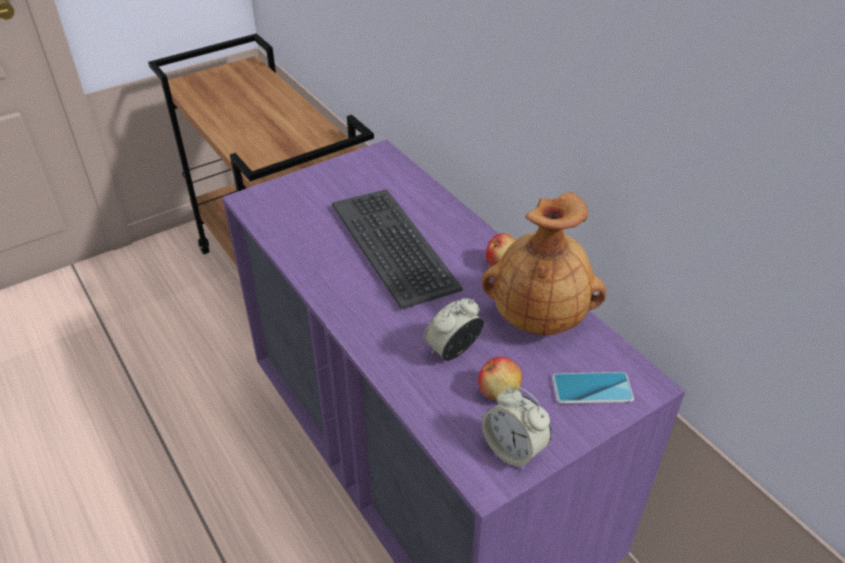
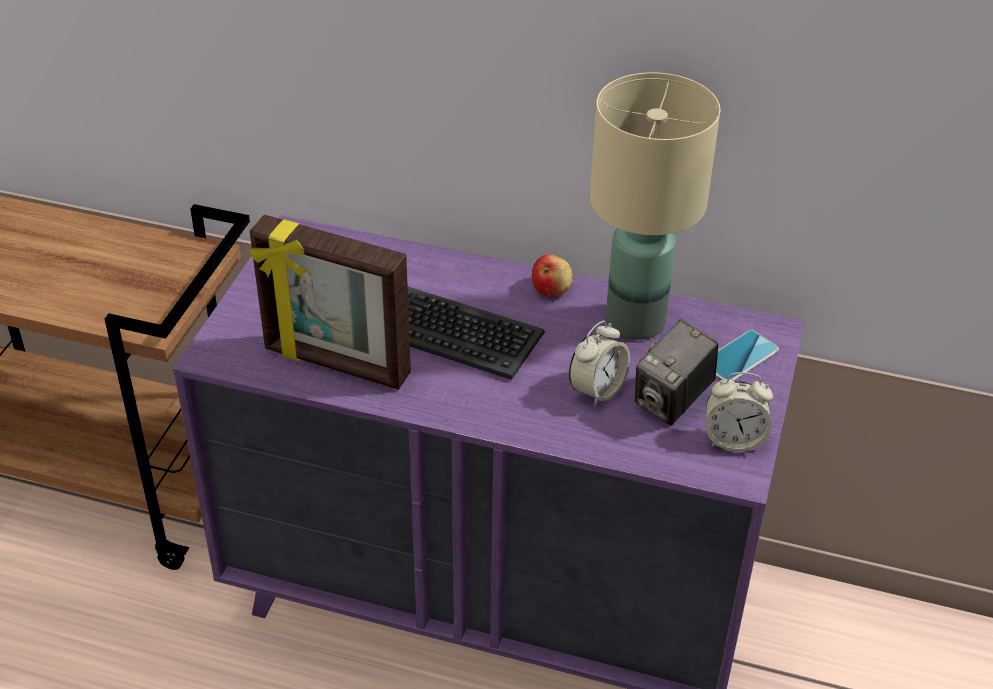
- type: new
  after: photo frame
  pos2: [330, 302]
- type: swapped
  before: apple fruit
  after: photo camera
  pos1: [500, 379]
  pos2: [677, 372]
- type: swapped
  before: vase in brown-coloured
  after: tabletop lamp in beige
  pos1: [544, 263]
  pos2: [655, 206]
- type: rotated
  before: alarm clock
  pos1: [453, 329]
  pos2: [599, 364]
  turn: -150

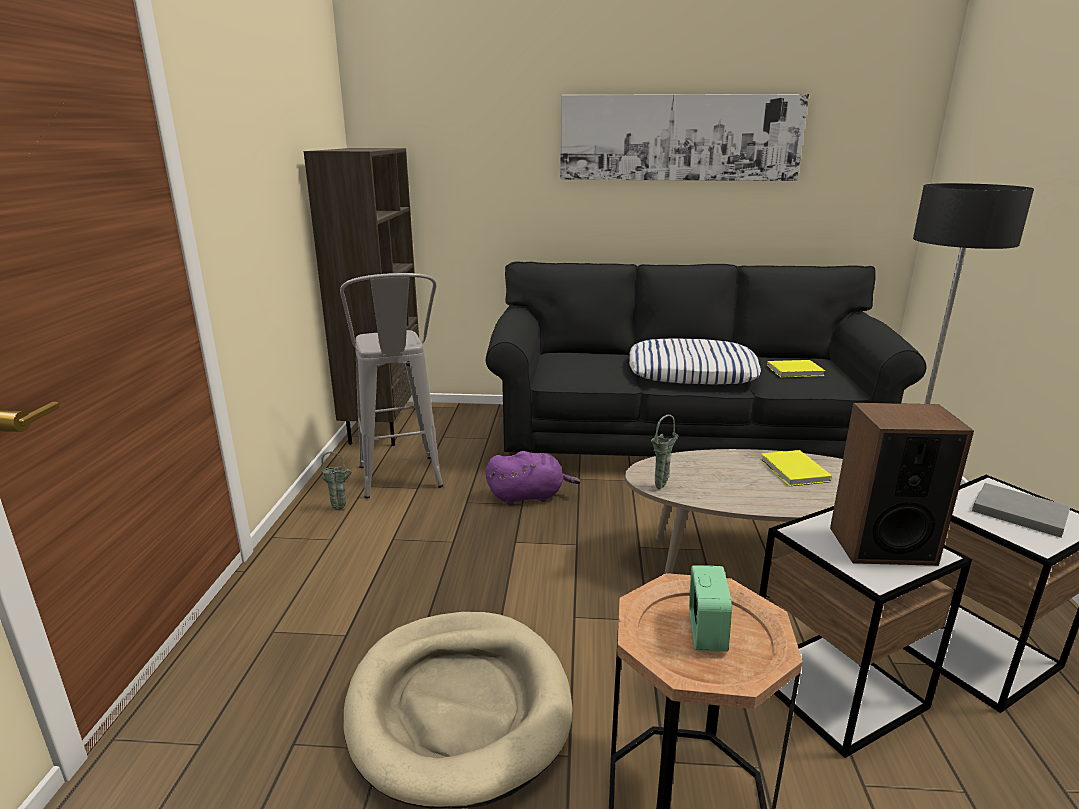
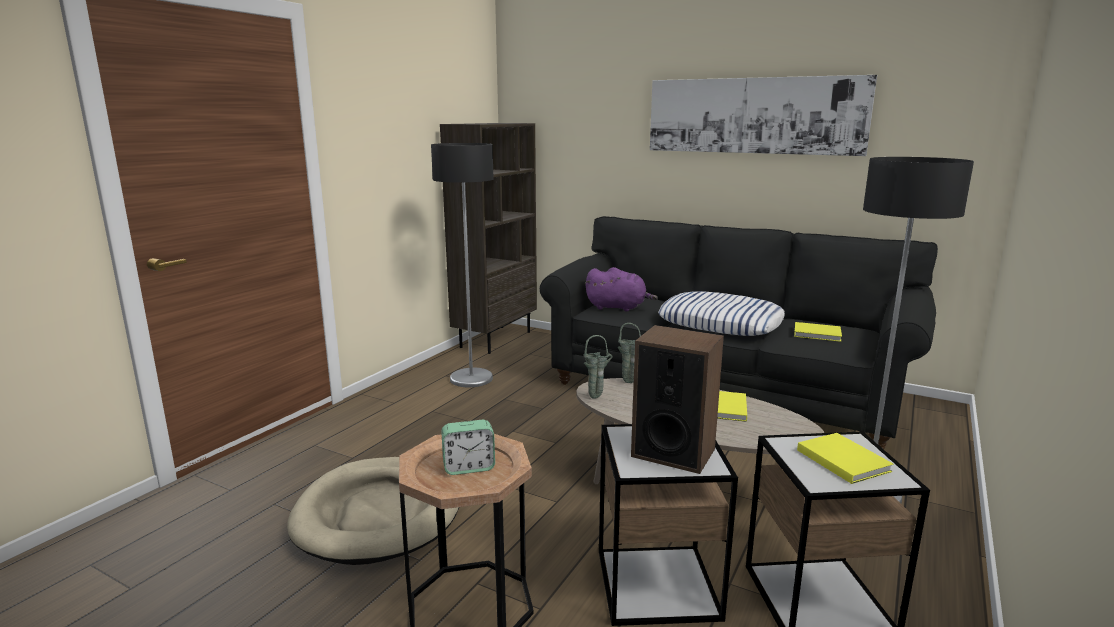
- type: shifted
  before: vase in green-coloured
  pos1: [336, 481]
  pos2: [629, 353]
- type: shifted
  before: cuddly toy in purple
  pos1: [533, 478]
  pos2: [621, 289]
- type: swapped
  before: stool seat in greyish
  after: standing lamp
  pos1: [391, 386]
  pos2: [462, 265]
- type: repainted
  before: bound book in greyish
  after: bound book in yellowish
  pos1: [1021, 510]
  pos2: [845, 458]
- type: rotated
  before: alarm clock
  pos1: [710, 608]
  pos2: [468, 447]
  turn: 45

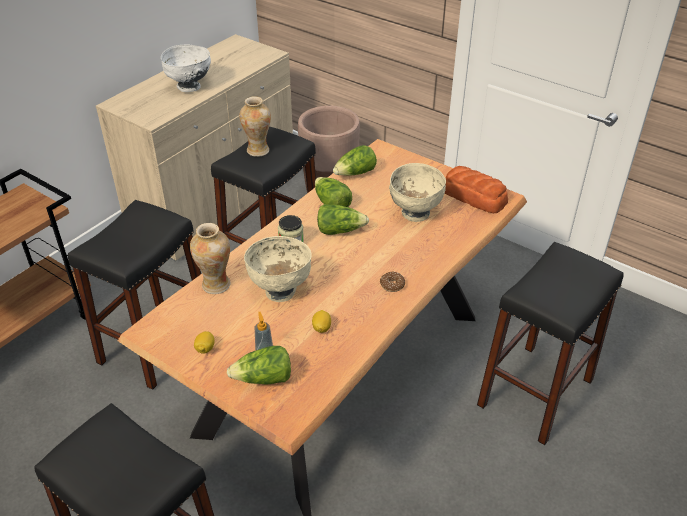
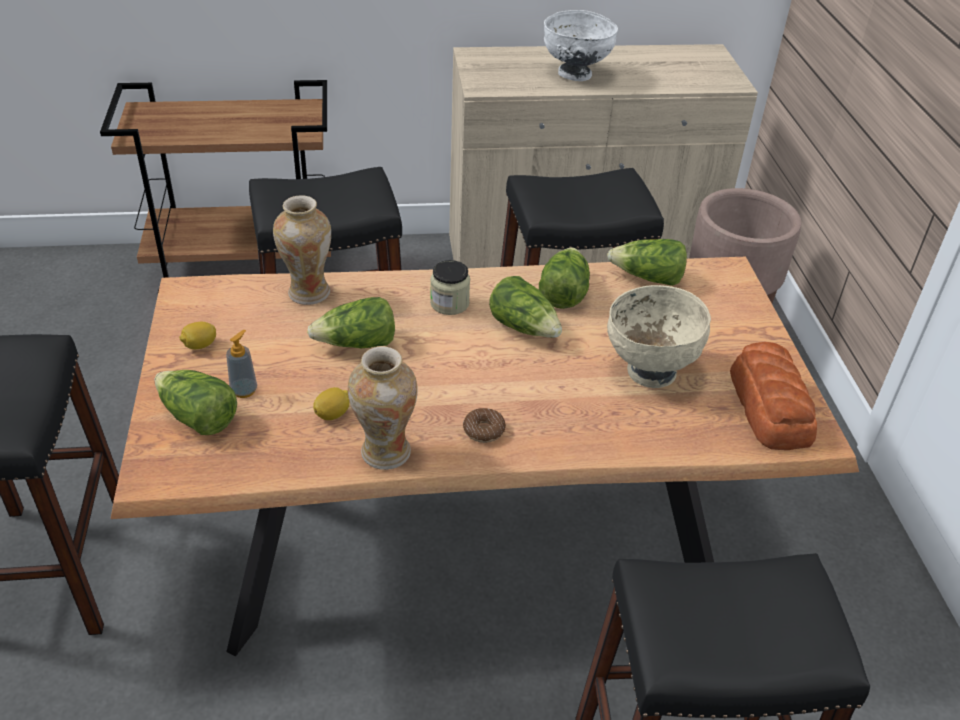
- type: shifted
  before: vase
  pos1: [255, 126]
  pos2: [383, 408]
- type: swapped
  before: serving bowl in beige
  after: lettuce head
  pos1: [278, 269]
  pos2: [351, 322]

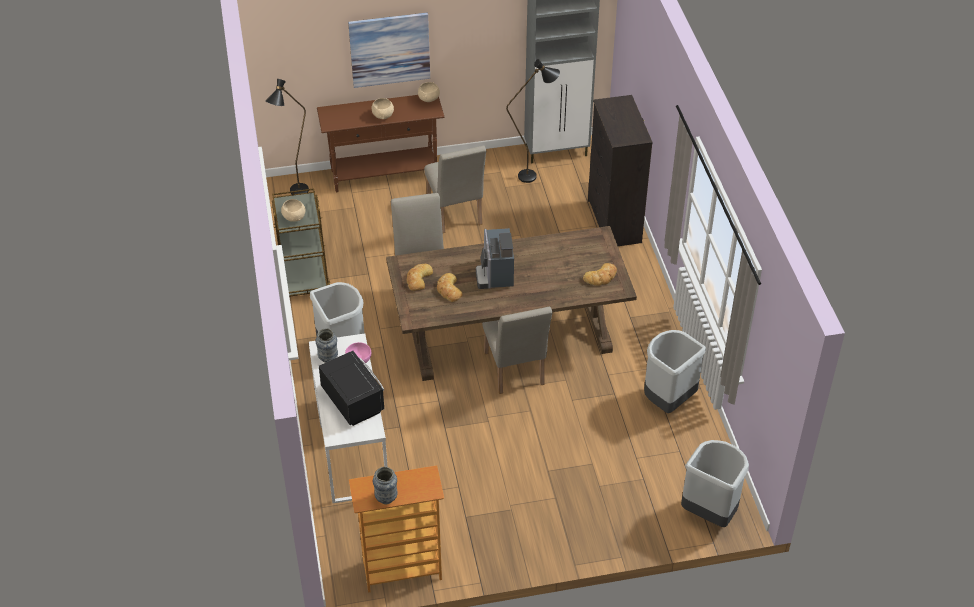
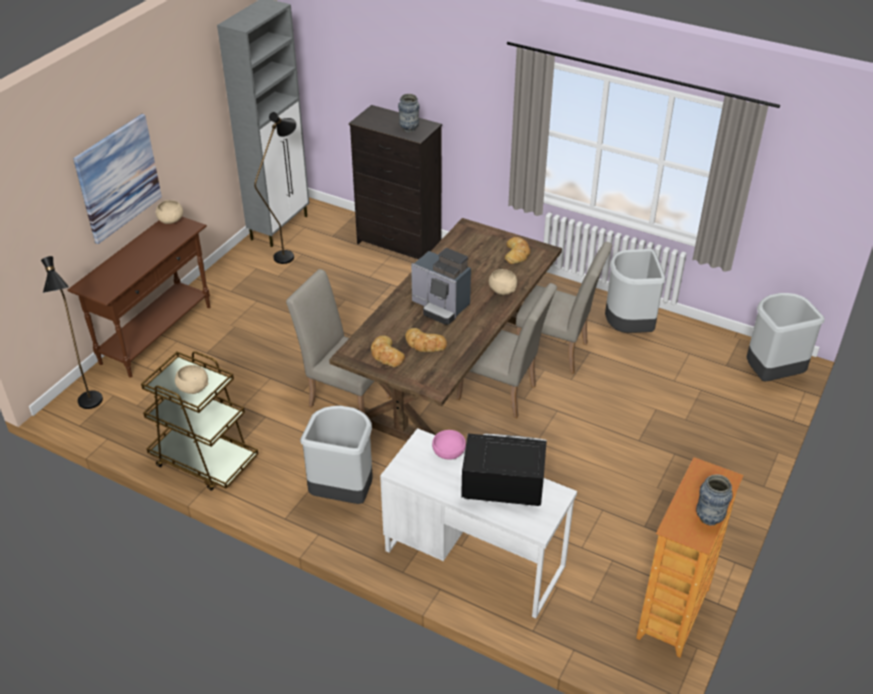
- type: shifted
  before: vase
  pos1: [326, 345]
  pos2: [409, 113]
- type: shifted
  before: serving bowl in beige
  pos1: [383, 108]
  pos2: [503, 282]
- type: shifted
  before: plain chair in beige
  pos1: [455, 189]
  pos2: [564, 308]

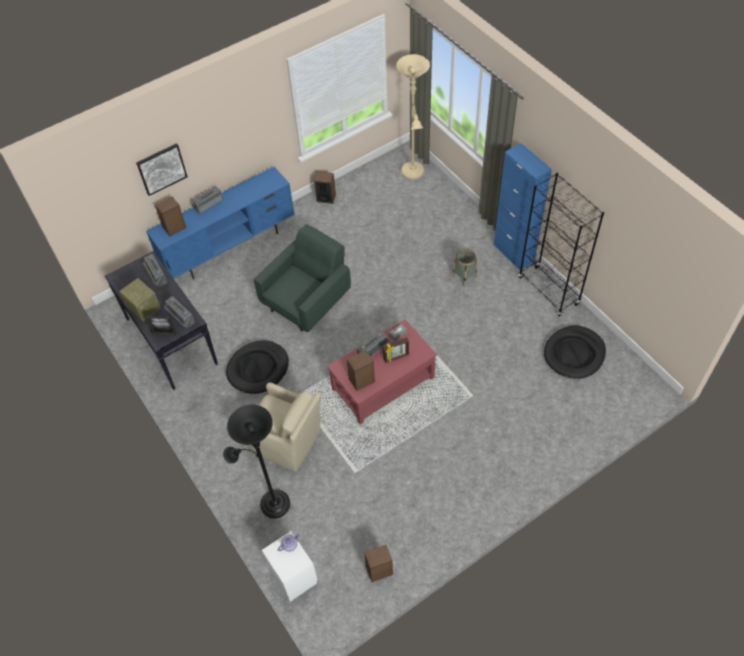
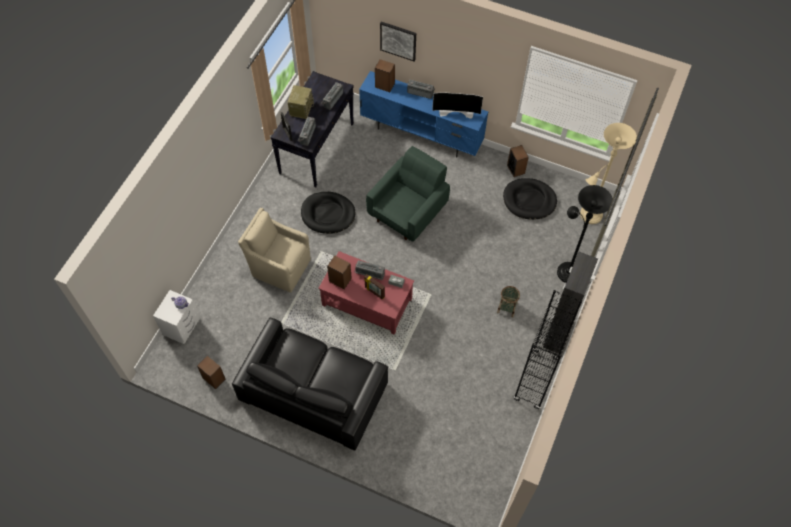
- type: new
  after: sofa in black-coloured
  pos2: [310, 384]
- type: new
  after: TV
  pos2: [457, 106]
- type: shifted
  before: standing lamp in black-coloured
  pos1: [256, 461]
  pos2: [585, 234]
- type: shifted
  before: dog cushion in black-coloured
  pos1: [575, 352]
  pos2: [530, 199]
- type: repainted
  before: storage cabinet in blue-coloured
  after: storage cabinet in black-coloured
  pos1: [523, 206]
  pos2: [570, 303]
- type: rotated
  before: armchair in beige
  pos1: [284, 427]
  pos2: [274, 250]
  turn: 120
- type: rotated
  before: armchair in green-coloured
  pos1: [302, 278]
  pos2: [408, 193]
  turn: -60

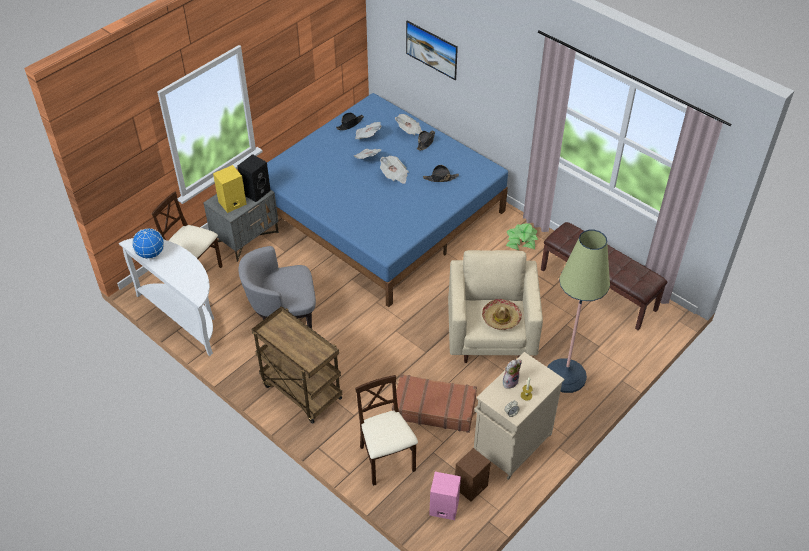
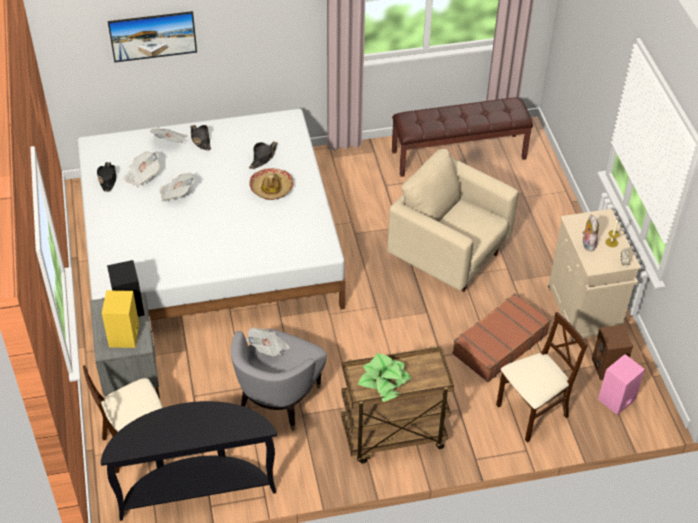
- type: gone
  before: desk globe
  pos1: [148, 243]
- type: gone
  before: standing lamp
  pos1: [578, 311]
- type: shifted
  before: newspaper
  pos1: [394, 170]
  pos2: [268, 342]
- type: shifted
  before: hat
  pos1: [502, 314]
  pos2: [271, 184]
- type: shifted
  before: houseplant
  pos1: [522, 236]
  pos2: [385, 377]
- type: repainted
  before: hall table in white-coloured
  after: hall table in black-coloured
  pos1: [166, 297]
  pos2: [189, 461]
- type: repainted
  before: bed in blue-coloured
  after: bed in white-coloured
  pos1: [387, 200]
  pos2: [211, 214]
- type: rotated
  before: plain chair in beige
  pos1: [386, 430]
  pos2: [542, 377]
  turn: 135

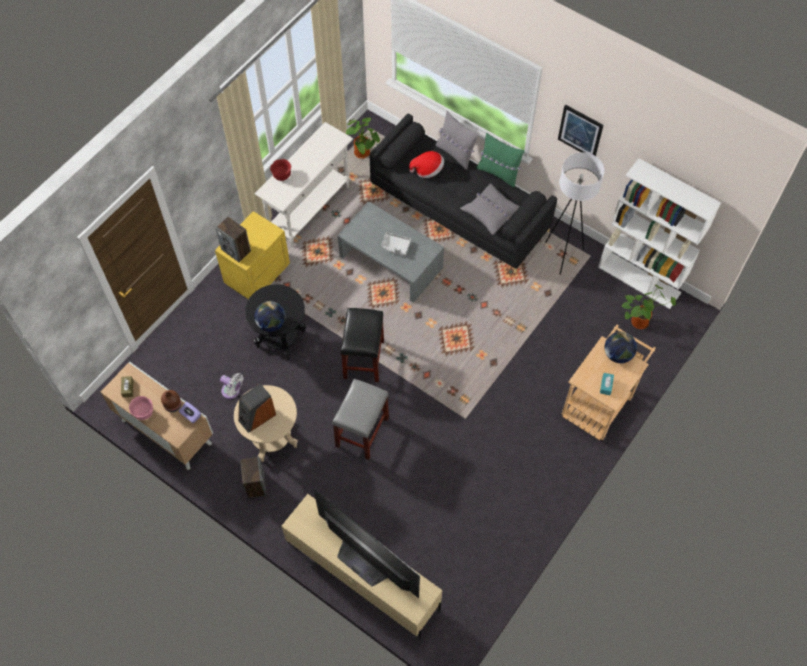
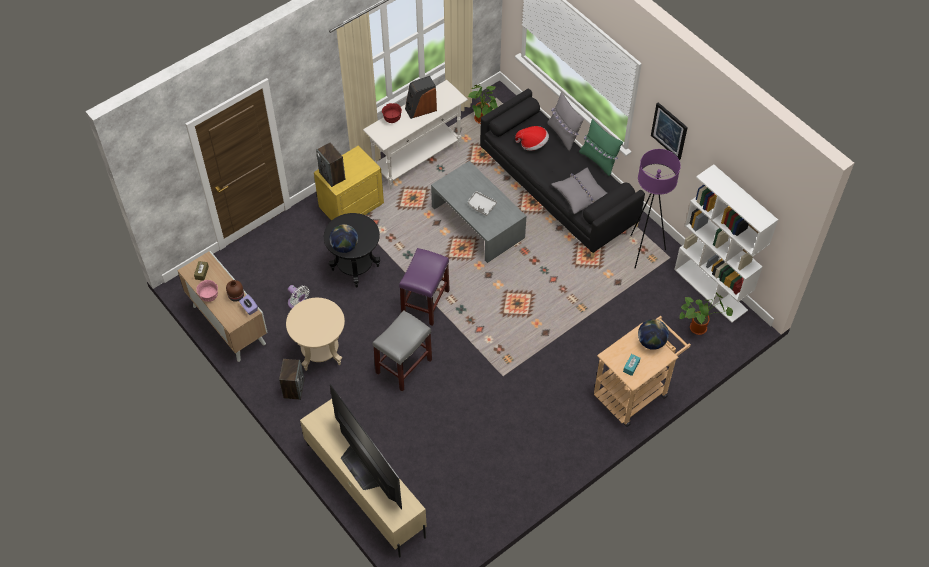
- type: shifted
  before: speaker
  pos1: [257, 408]
  pos2: [421, 97]
- type: repainted
  before: stool seat in black-coloured
  after: stool seat in purple
  pos1: [362, 345]
  pos2: [424, 287]
- type: repainted
  before: standing lamp in white-coloured
  after: standing lamp in purple
  pos1: [575, 213]
  pos2: [655, 208]

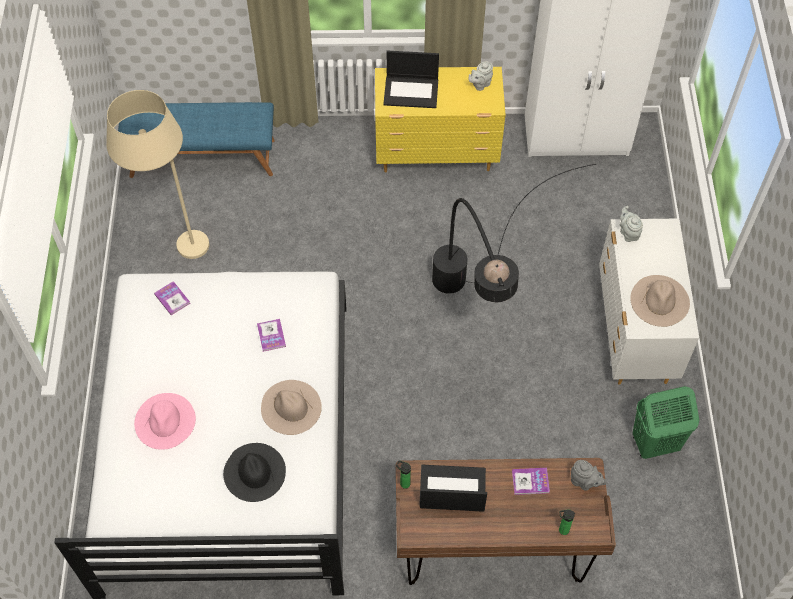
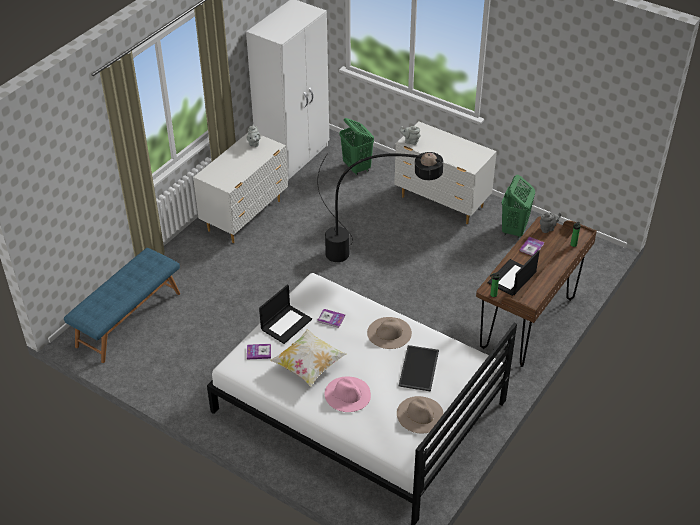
- type: gone
  before: standing lamp in beige
  pos1: [157, 174]
- type: new
  after: pillow
  pos2: [308, 358]
- type: new
  after: washing basket in green-coloured
  pos2: [356, 147]
- type: shifted
  before: laptop
  pos1: [411, 79]
  pos2: [285, 314]
- type: shifted
  before: hat in beige
  pos1: [660, 301]
  pos2: [420, 414]
- type: swapped
  before: hat in black-coloured
  after: carrying tray
  pos1: [254, 472]
  pos2: [419, 368]
- type: repainted
  before: dresser in yellowish
  after: dresser in white-coloured
  pos1: [440, 119]
  pos2: [240, 188]

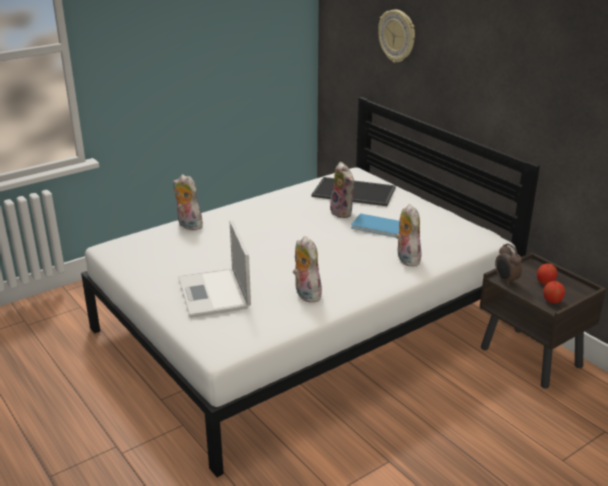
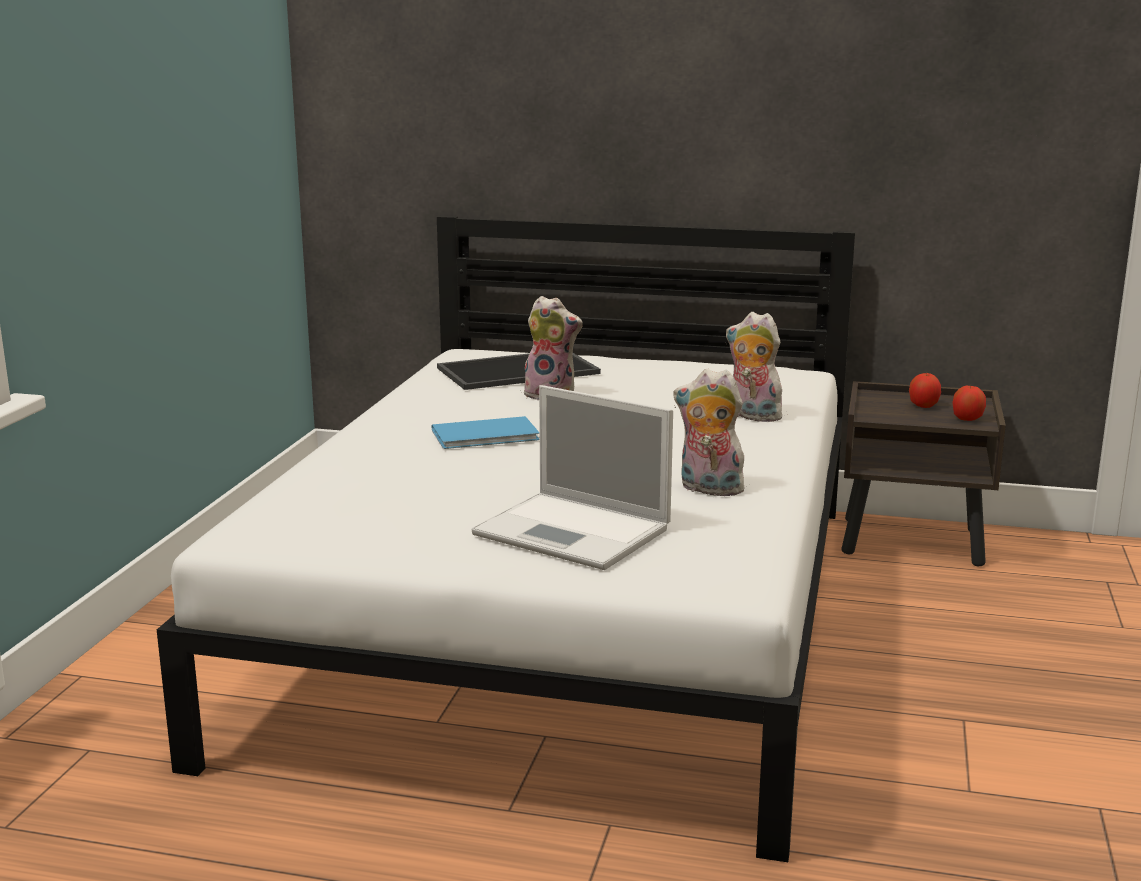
- type: gone
  before: cuddly toy
  pos1: [188, 202]
- type: gone
  before: clock on the wall
  pos1: [396, 36]
- type: gone
  before: alarm clock
  pos1: [508, 265]
- type: shifted
  before: bound book in blue-coloured
  pos1: [375, 225]
  pos2: [486, 432]

